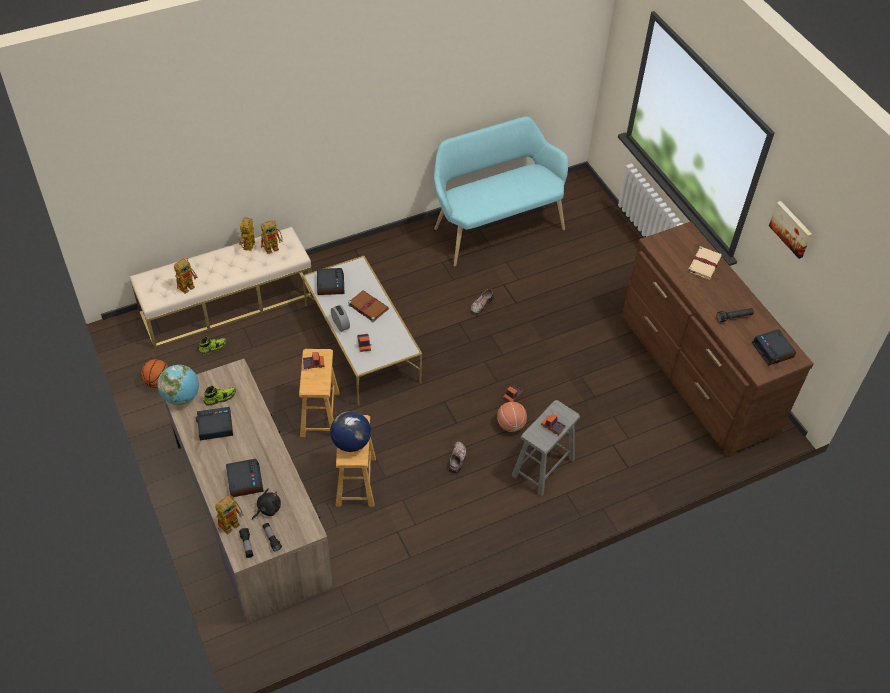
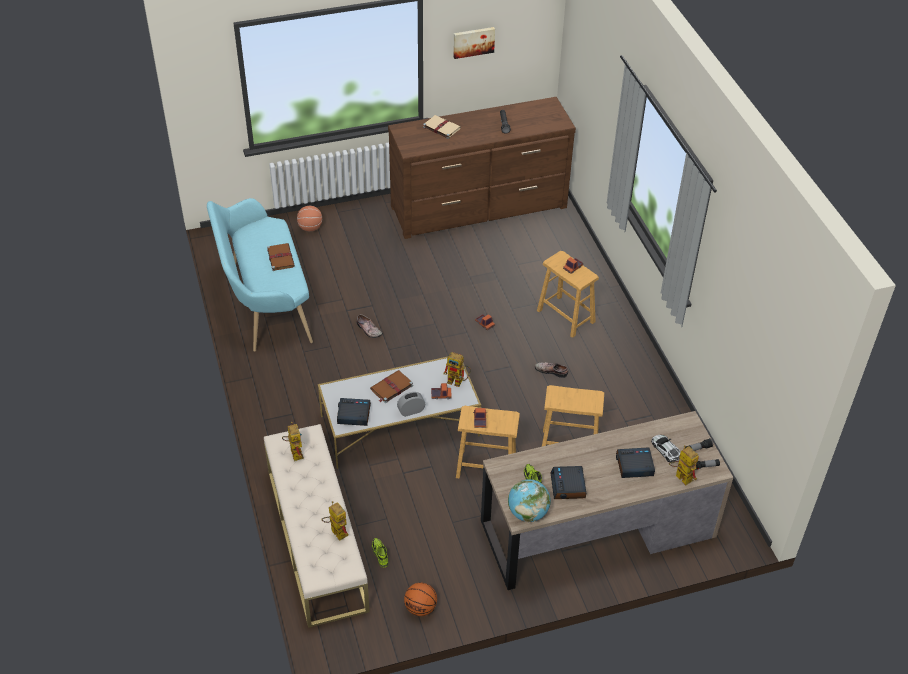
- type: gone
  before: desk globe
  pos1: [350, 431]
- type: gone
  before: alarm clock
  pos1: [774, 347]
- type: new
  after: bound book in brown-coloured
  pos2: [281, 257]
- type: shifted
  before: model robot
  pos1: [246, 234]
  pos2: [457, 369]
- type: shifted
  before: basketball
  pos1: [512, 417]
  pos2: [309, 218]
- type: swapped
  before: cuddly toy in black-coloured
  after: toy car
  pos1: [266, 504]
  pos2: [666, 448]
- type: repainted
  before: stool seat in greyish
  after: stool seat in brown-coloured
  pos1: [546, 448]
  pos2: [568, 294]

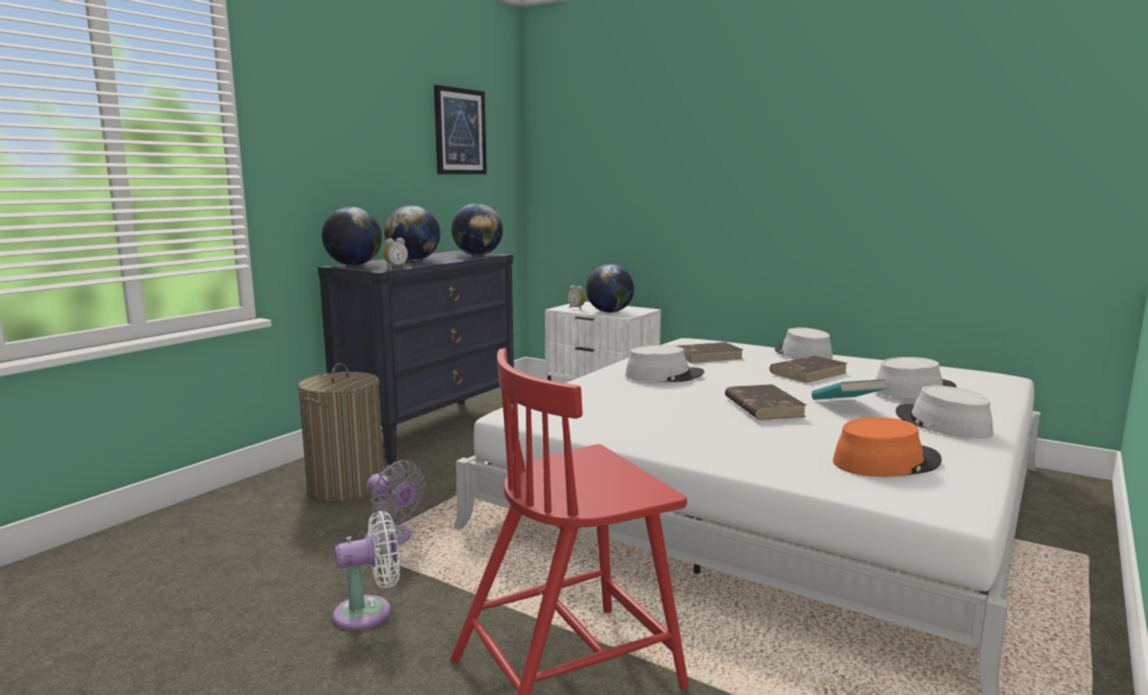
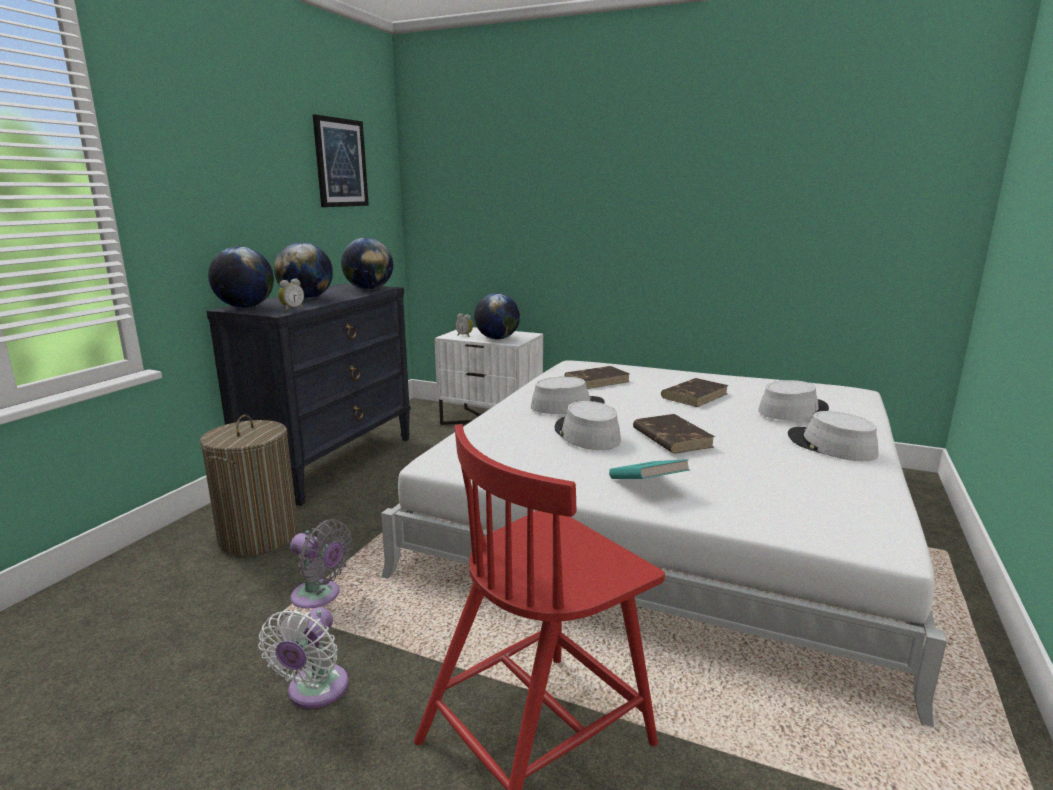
- type: gone
  before: hat in orange
  pos1: [887, 447]
- type: shifted
  before: hat in greyish
  pos1: [804, 343]
  pos2: [587, 425]
- type: shifted
  before: bound book in turquoise
  pos1: [849, 389]
  pos2: [649, 469]
- type: rotated
  before: electric fan in white-coloured
  pos1: [366, 570]
  pos2: [303, 658]
  turn: 135

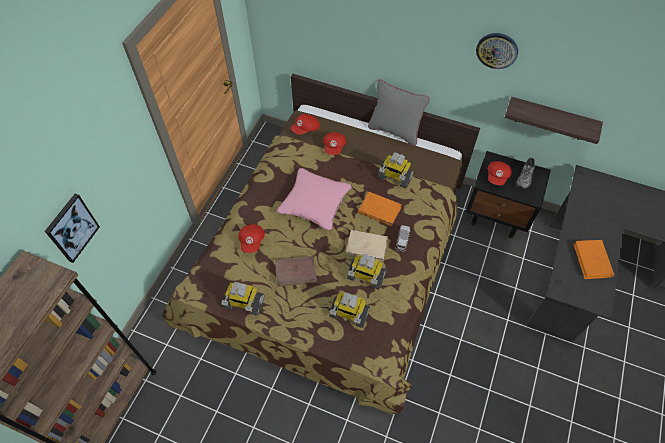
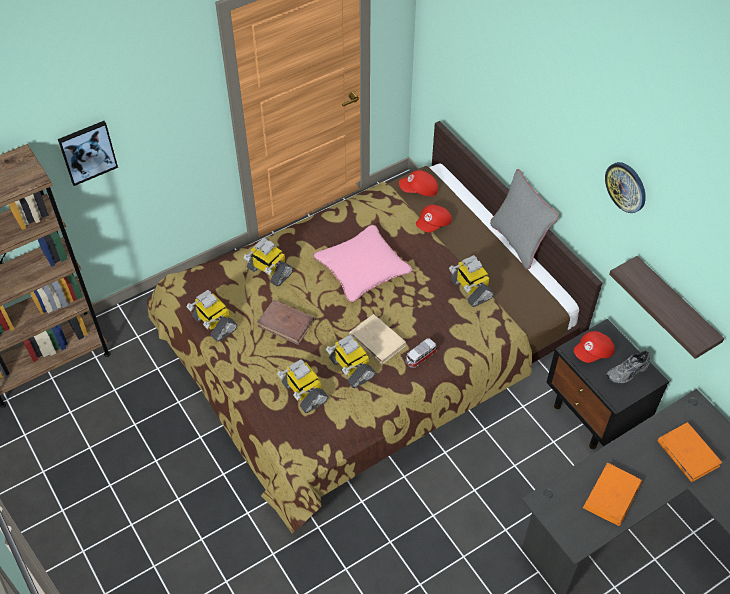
- type: shifted
  before: bound book in orange
  pos1: [380, 209]
  pos2: [689, 452]
- type: swapped
  before: peaked cap in red-coloured
  after: model robot
  pos1: [251, 238]
  pos2: [268, 262]

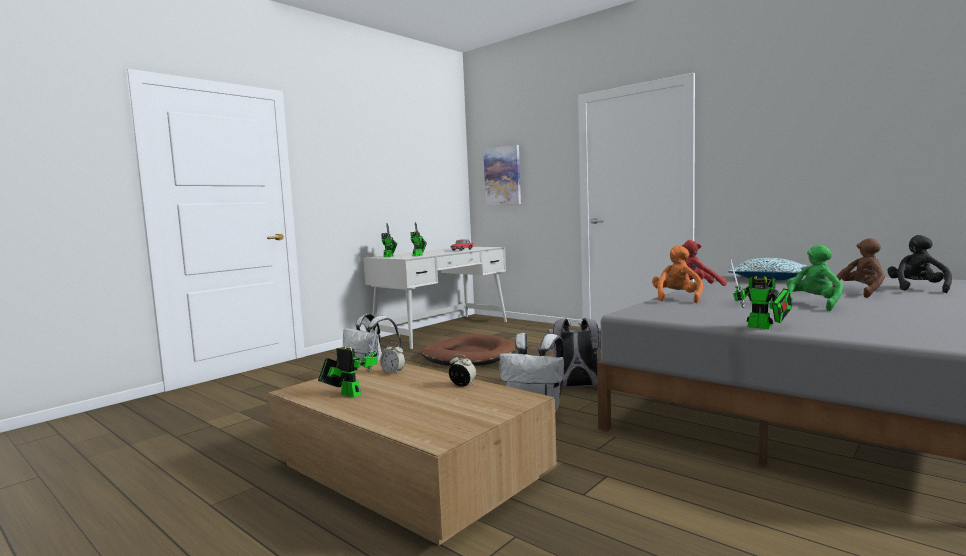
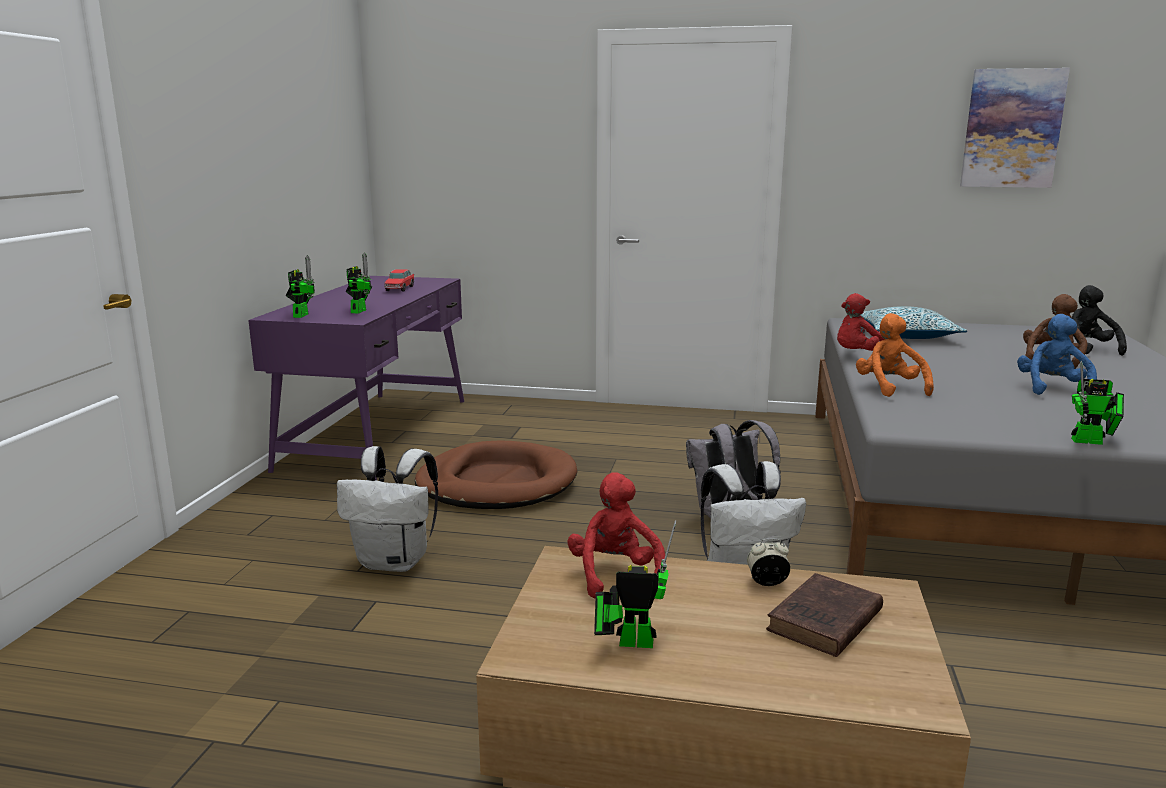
- type: new
  after: bound book in brown-coloured
  pos2: [824, 615]
- type: shifted
  before: wall art
  pos1: [502, 175]
  pos2: [1015, 128]
- type: swapped
  before: alarm clock
  after: cuddly toy in red-coloured
  pos1: [392, 358]
  pos2: [616, 535]
- type: repainted
  before: desk in white-coloured
  after: desk in purple
  pos1: [435, 298]
  pos2: [356, 378]
- type: repainted
  before: cuddly toy in green-coloured
  after: cuddly toy in blue-coloured
  pos1: [814, 277]
  pos2: [1057, 354]

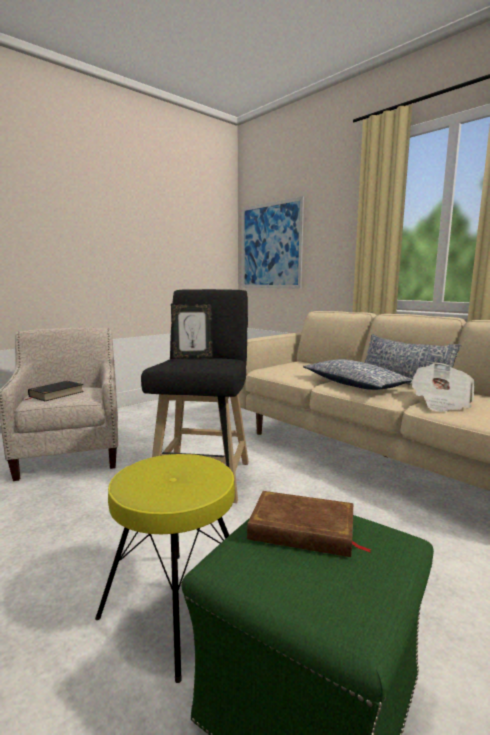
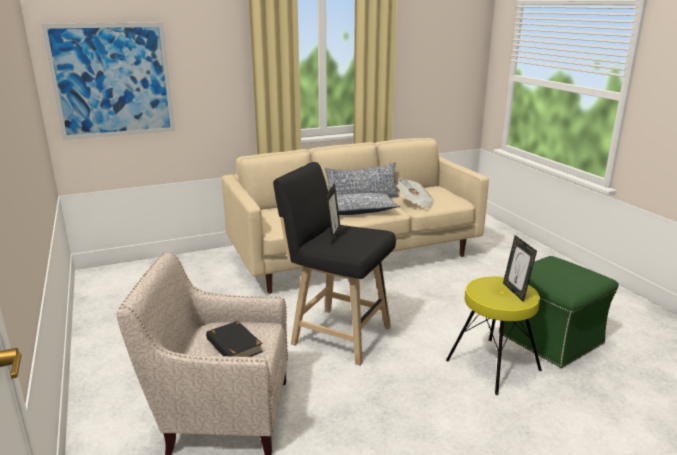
- type: gone
  before: bound book in brown-coloured
  pos1: [309, 524]
- type: new
  after: photo frame
  pos2: [520, 268]

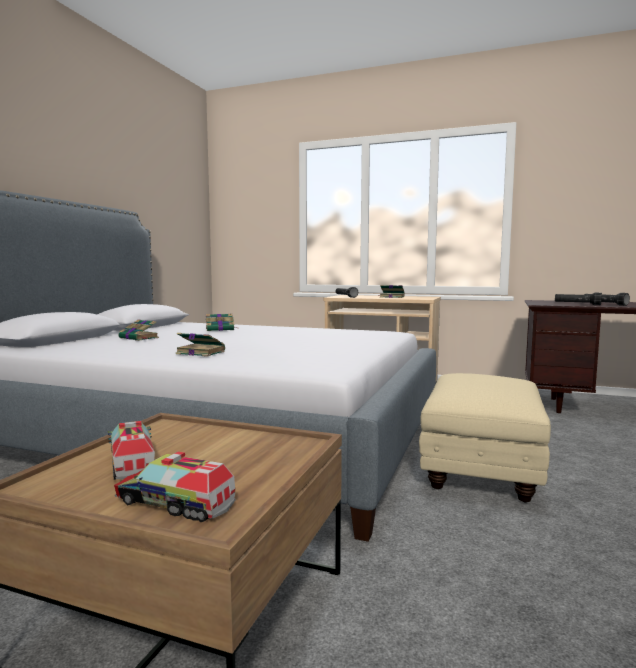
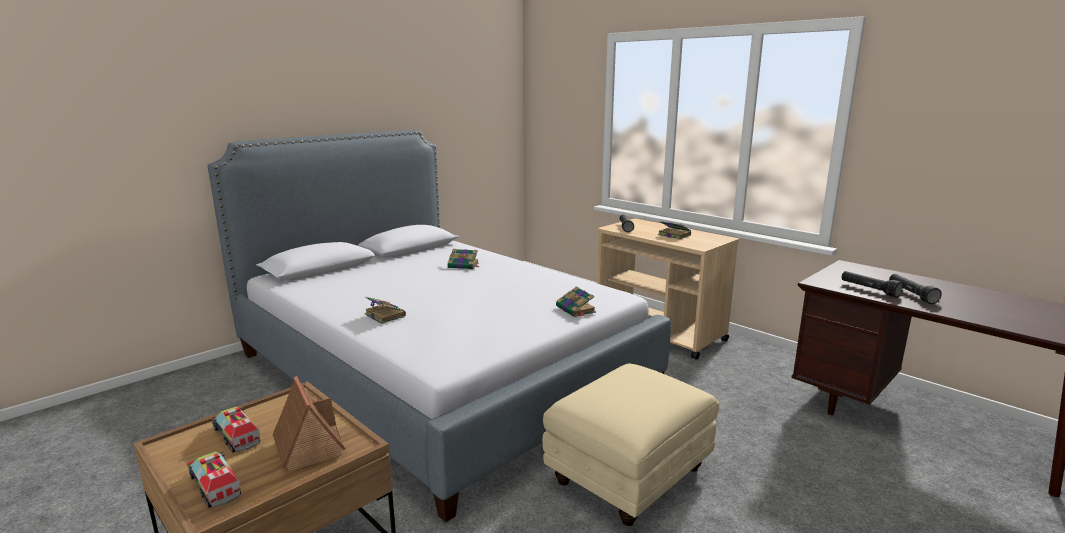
- type: new
  after: toy house
  pos2: [309, 424]
- type: shifted
  before: bound book
  pos1: [139, 330]
  pos2: [576, 301]
- type: rotated
  before: model truck
  pos1: [131, 450]
  pos2: [235, 429]
  turn: -45

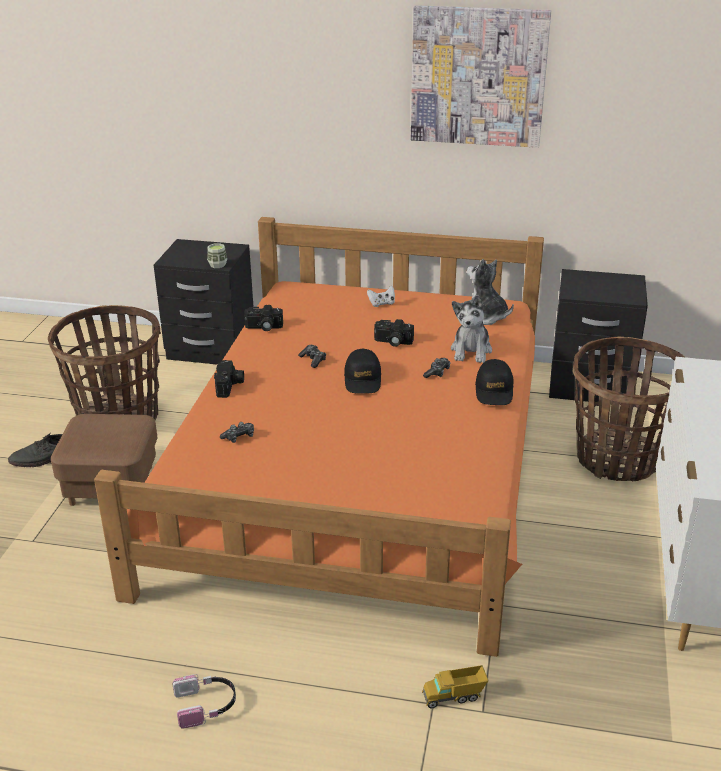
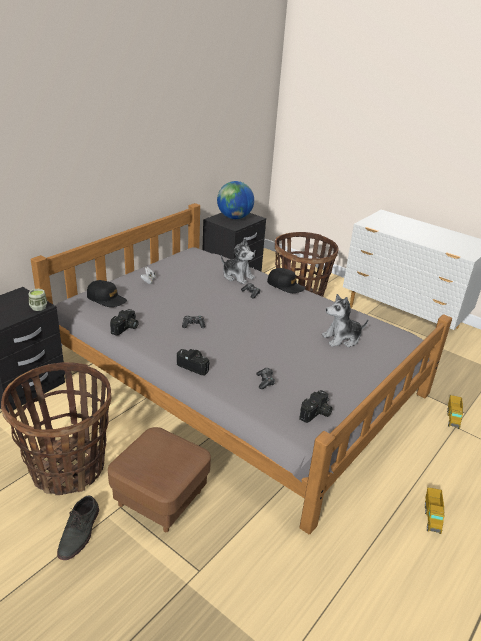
- type: gone
  before: wall art
  pos1: [481, 76]
- type: new
  after: desk globe
  pos2: [235, 200]
- type: shifted
  before: peaked cap in black-coloured
  pos1: [362, 371]
  pos2: [107, 293]
- type: shifted
  before: photo camera
  pos1: [394, 333]
  pos2: [316, 406]
- type: shifted
  before: cuddly toy
  pos1: [490, 292]
  pos2: [345, 320]
- type: swapped
  before: pair of headphones
  after: model truck
  pos1: [204, 701]
  pos2: [435, 510]
- type: repainted
  before: bed in orange
  after: bed in greyish
  pos1: [319, 437]
  pos2: [241, 368]

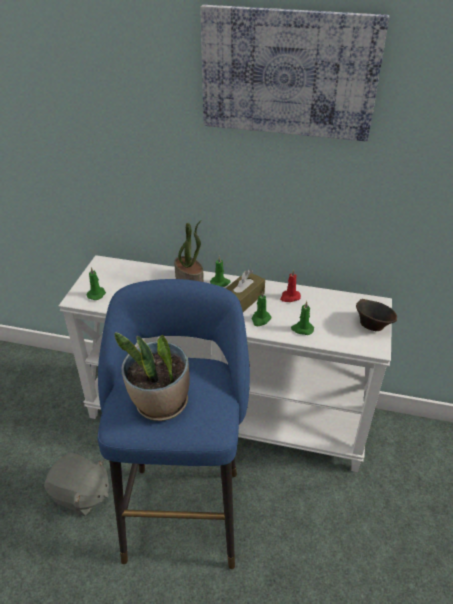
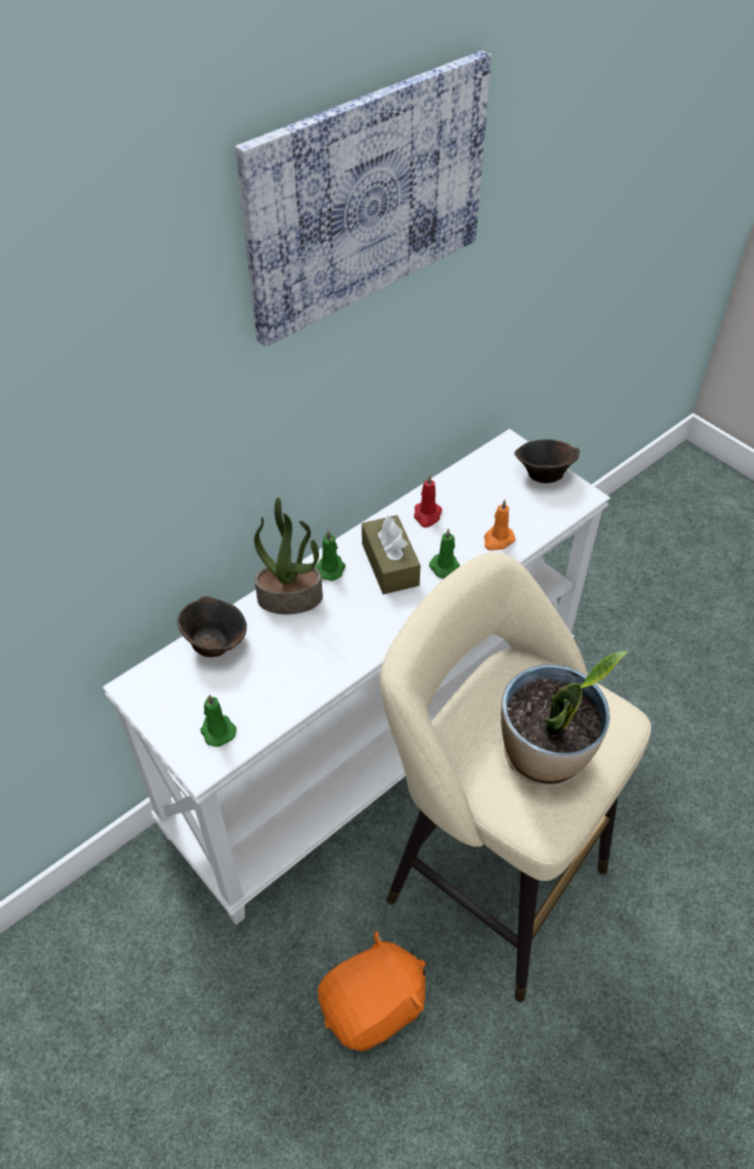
- type: new
  after: serving bowl in brown-coloured
  pos2: [212, 626]
- type: repainted
  before: cuddly toy in greyish
  after: cuddly toy in orange
  pos1: [76, 484]
  pos2: [372, 991]
- type: repainted
  before: stool seat in blue-coloured
  after: stool seat in beige
  pos1: [174, 424]
  pos2: [515, 777]
- type: repainted
  before: wax candle in green-coloured
  after: wax candle in orange
  pos1: [302, 318]
  pos2: [500, 525]

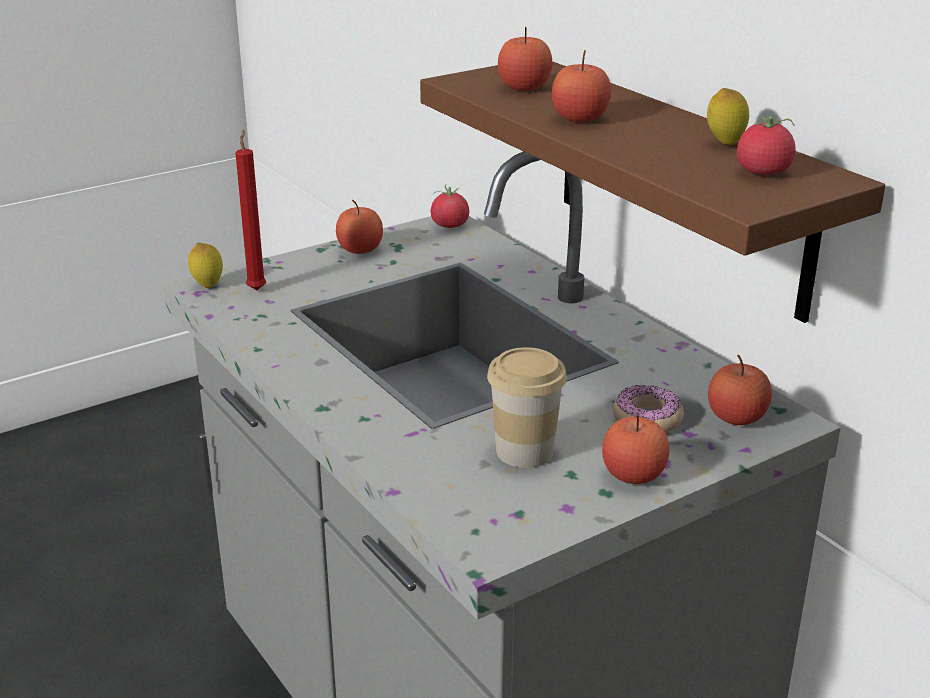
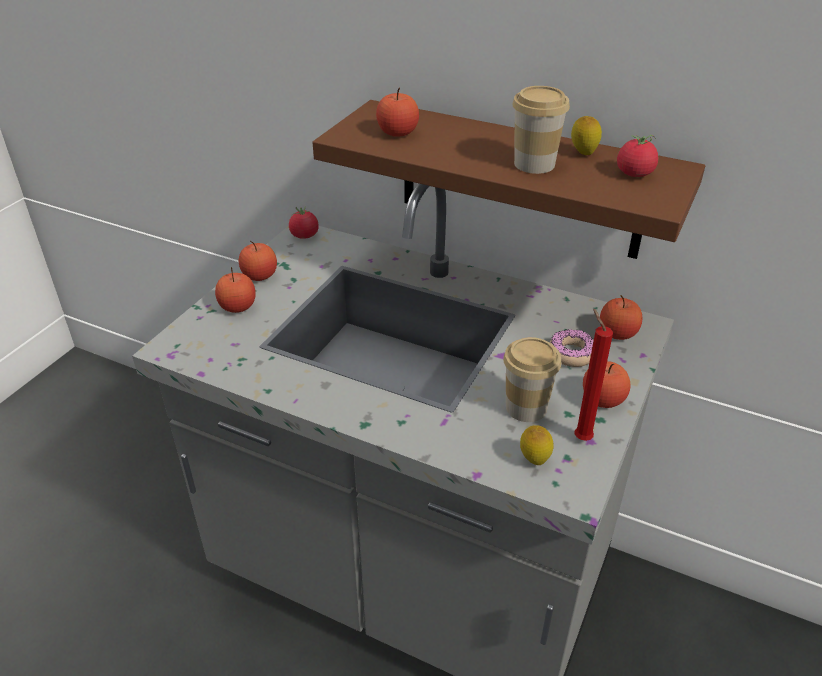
- type: new
  after: cup
  pos2: [541, 130]
- type: shifted
  before: citrus fruit
  pos1: [205, 265]
  pos2: [536, 445]
- type: shifted
  before: wax candle in red-coloured
  pos1: [250, 209]
  pos2: [593, 375]
- type: shifted
  before: apple fruit
  pos1: [581, 86]
  pos2: [235, 290]

